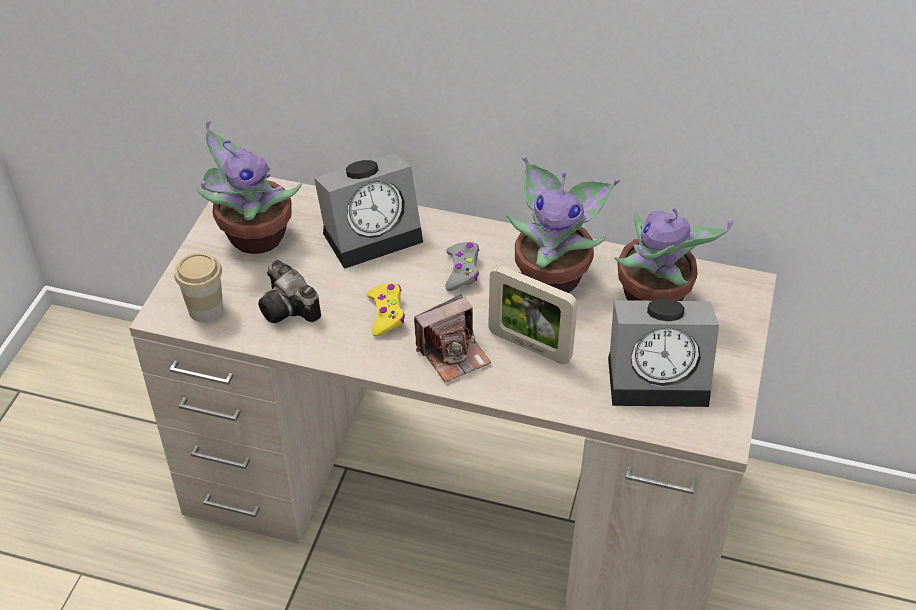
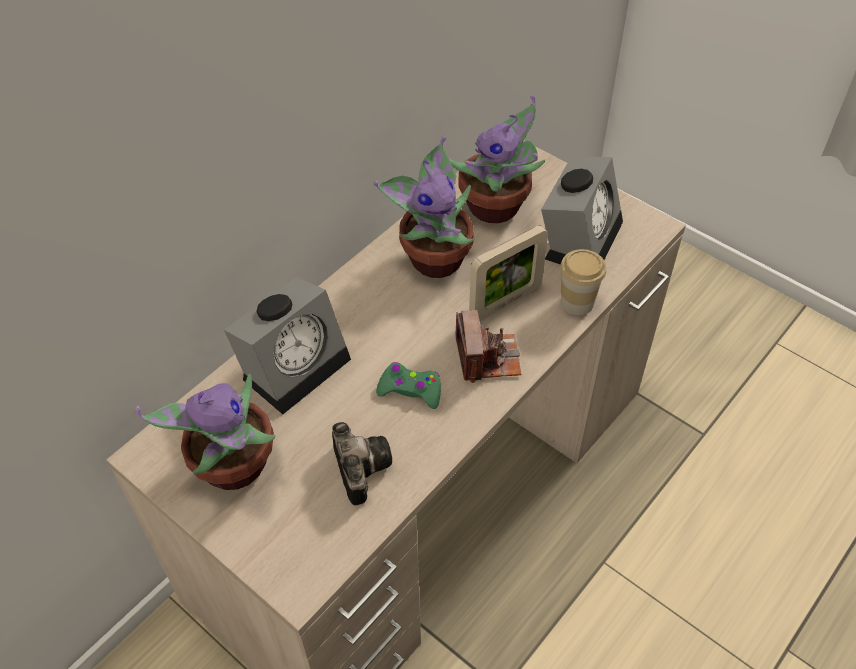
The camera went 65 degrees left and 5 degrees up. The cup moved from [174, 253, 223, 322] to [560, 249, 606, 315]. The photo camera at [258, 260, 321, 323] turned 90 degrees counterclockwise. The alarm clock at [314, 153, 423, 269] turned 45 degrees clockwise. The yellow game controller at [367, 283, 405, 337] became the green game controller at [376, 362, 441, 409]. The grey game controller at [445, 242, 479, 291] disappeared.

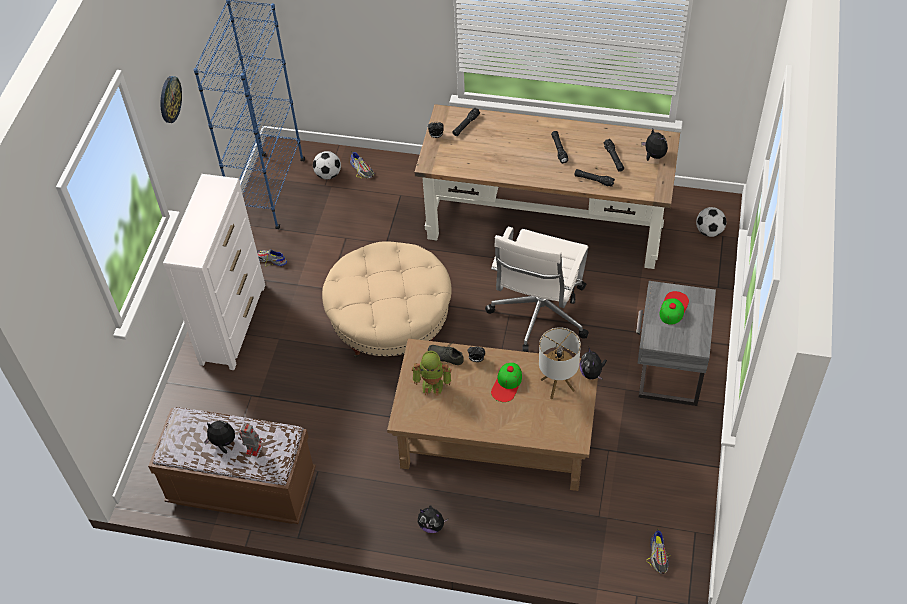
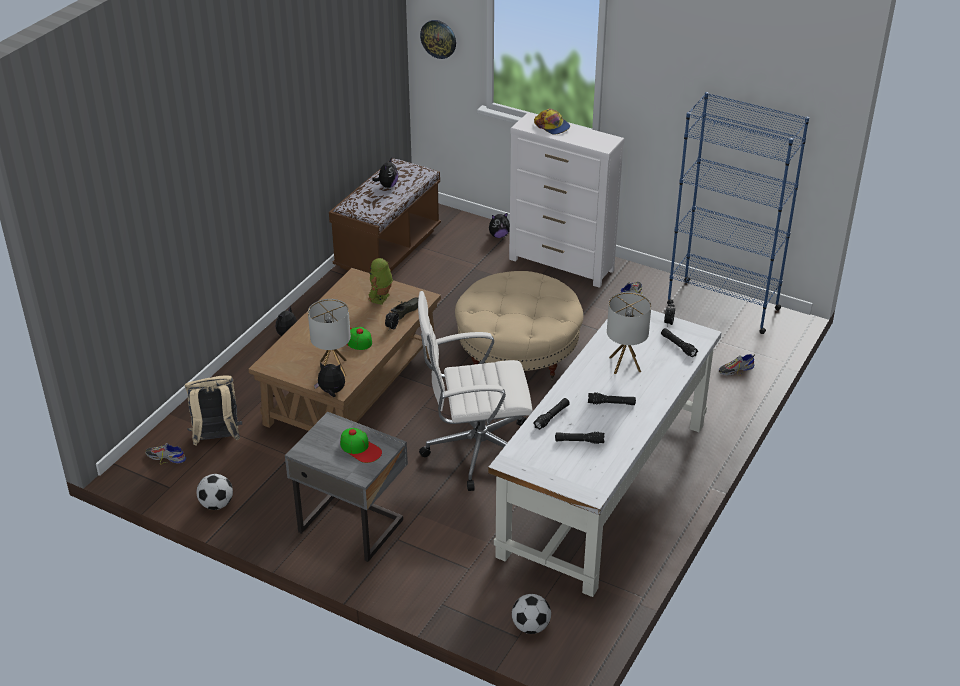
The camera went 105 degrees right and 15 degrees down. The wall clock moved from [161, 76, 182, 123] to [420, 20, 456, 59]. The toy robot at [238, 424, 262, 456] disappeared. The football moved from [313, 151, 341, 179] to [197, 474, 233, 510]. The brown desk at [415, 104, 680, 269] became the white desk at [488, 310, 722, 597]. The white office chair at [485, 227, 589, 352] turned 45 degrees counterclockwise. The plush toy moved from [641, 129, 668, 161] to [489, 212, 510, 238]. The beige backpack at [185, 375, 242, 446] appeared. The cap at [534, 109, 570, 135] appeared. The table lamp at [607, 292, 651, 374] appeared.

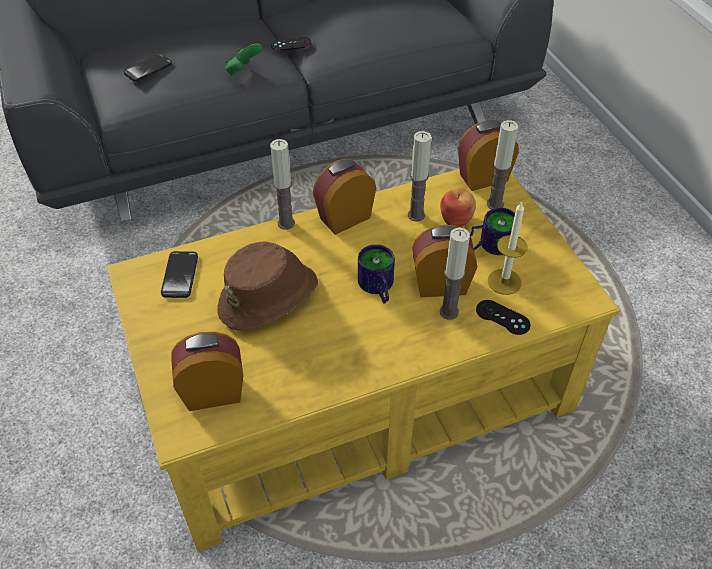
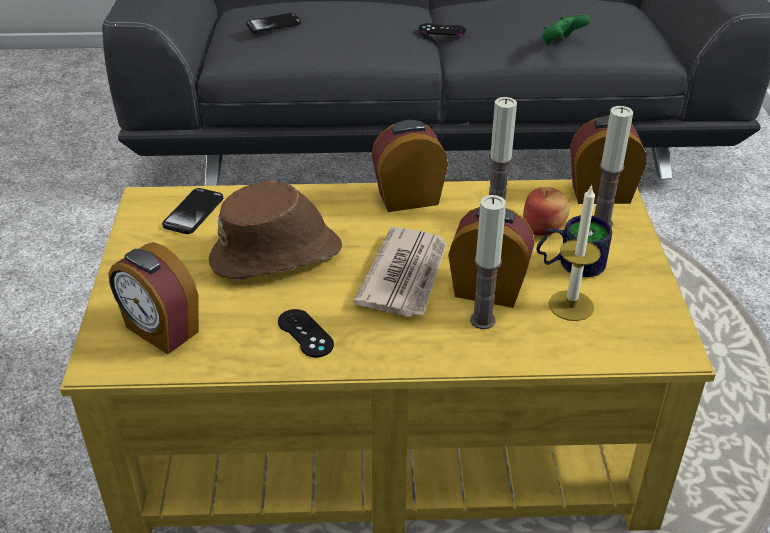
The camera went 20 degrees right and 10 degrees down. The alarm clock at [171, 332, 243, 411] turned 150 degrees counterclockwise. The green game controller moved from [225, 43, 263, 76] to [542, 14, 590, 45]. The candle at [270, 139, 295, 230] disappeared. The mug at [358, 244, 395, 304] was replaced by the newspaper at [353, 227, 447, 317]. The black game controller moved from [476, 300, 530, 335] to [278, 309, 334, 357].

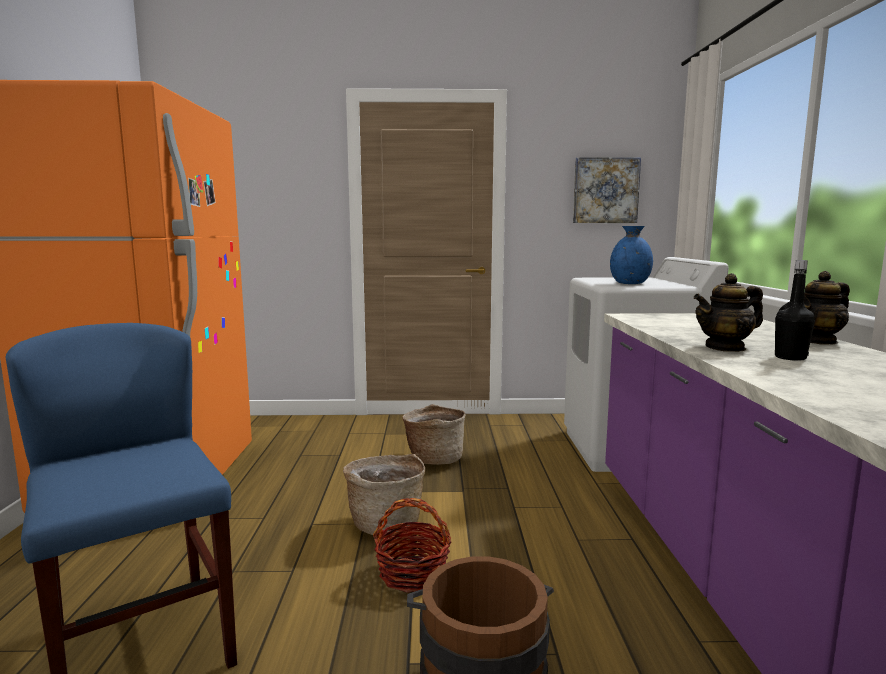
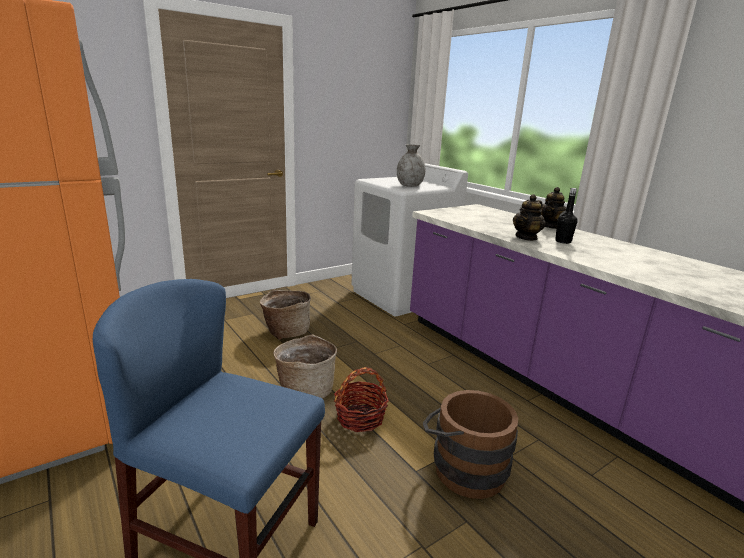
The camera went 35 degrees left and 10 degrees up. The picture at [573, 157, 641, 223] disappeared. The blue vase at [610, 226, 653, 284] became the grey vase at [397, 144, 425, 187].

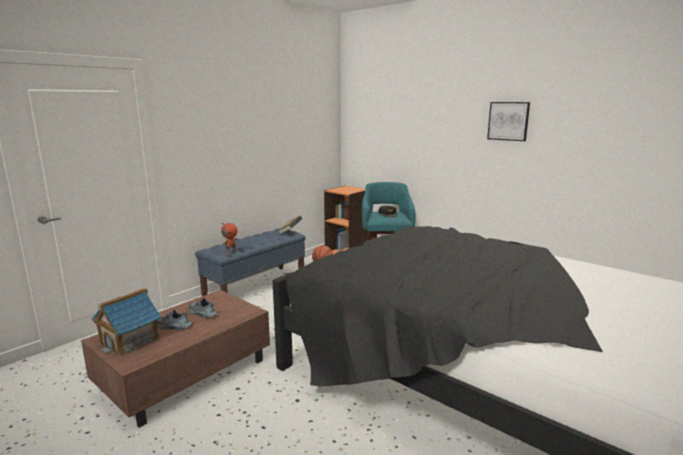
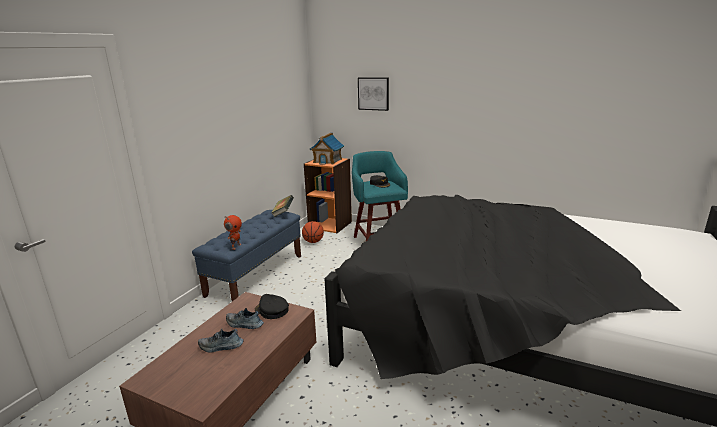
The camera went 15 degrees left and 5 degrees up. The toy house moved from [91, 288, 161, 357] to [310, 133, 344, 165]. The picture moved from [487, 102, 530, 141] to [358, 77, 389, 111]. The black cap at [255, 294, 289, 319] appeared.

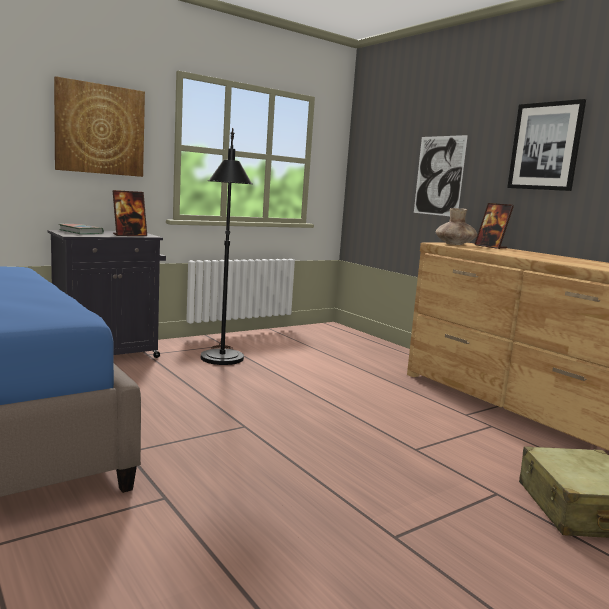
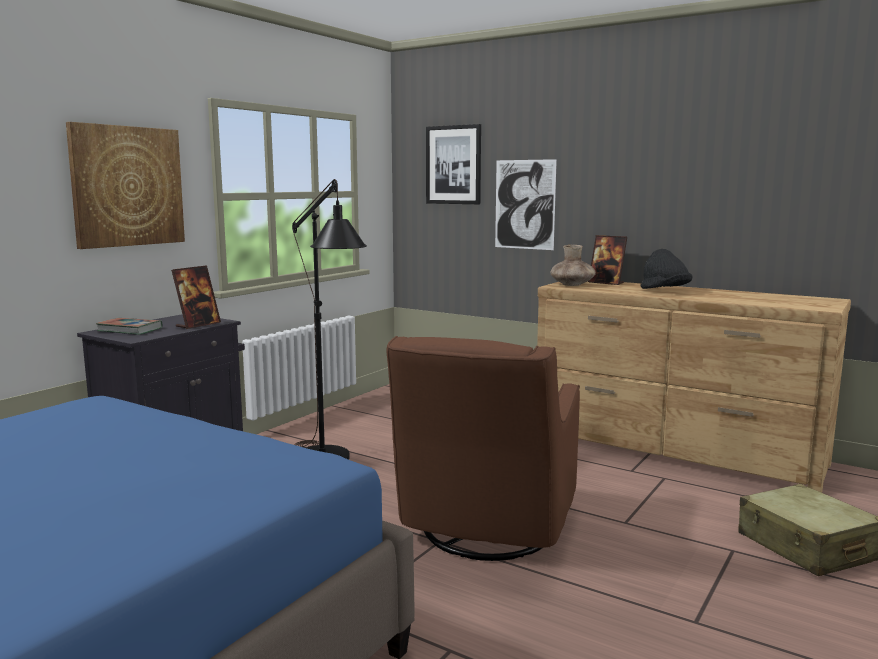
The camera went 20 degrees left and 0 degrees up. The picture moved from [507, 99, 586, 191] to [426, 124, 481, 204]. The brown armchair at [386, 336, 580, 561] appeared. The black hat at [641, 249, 692, 289] appeared.

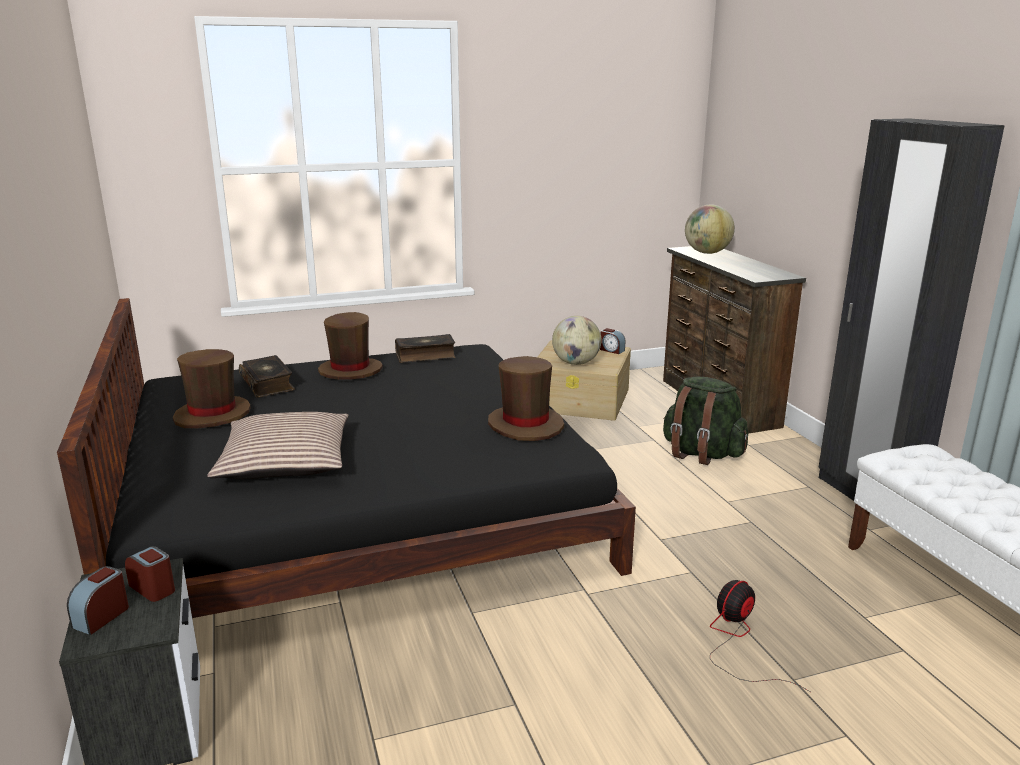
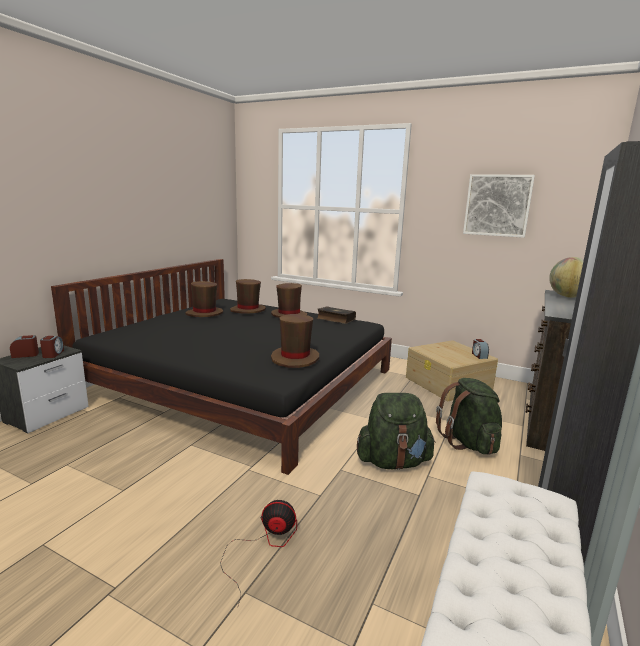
The camera went 45 degrees right and 5 degrees down. The pillow at [207, 412, 349, 479] disappeared. The book at [239, 355, 295, 398] was replaced by the brown hat at [230, 279, 266, 314]. The globe at [552, 316, 601, 365] disappeared. The green backpack at [357, 393, 436, 470] appeared. The picture at [463, 174, 535, 238] appeared.

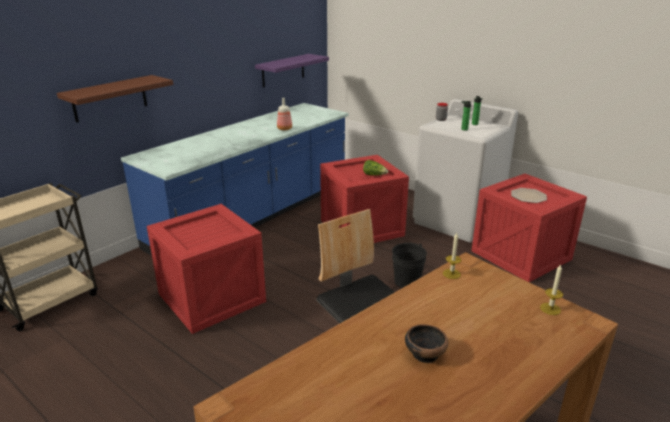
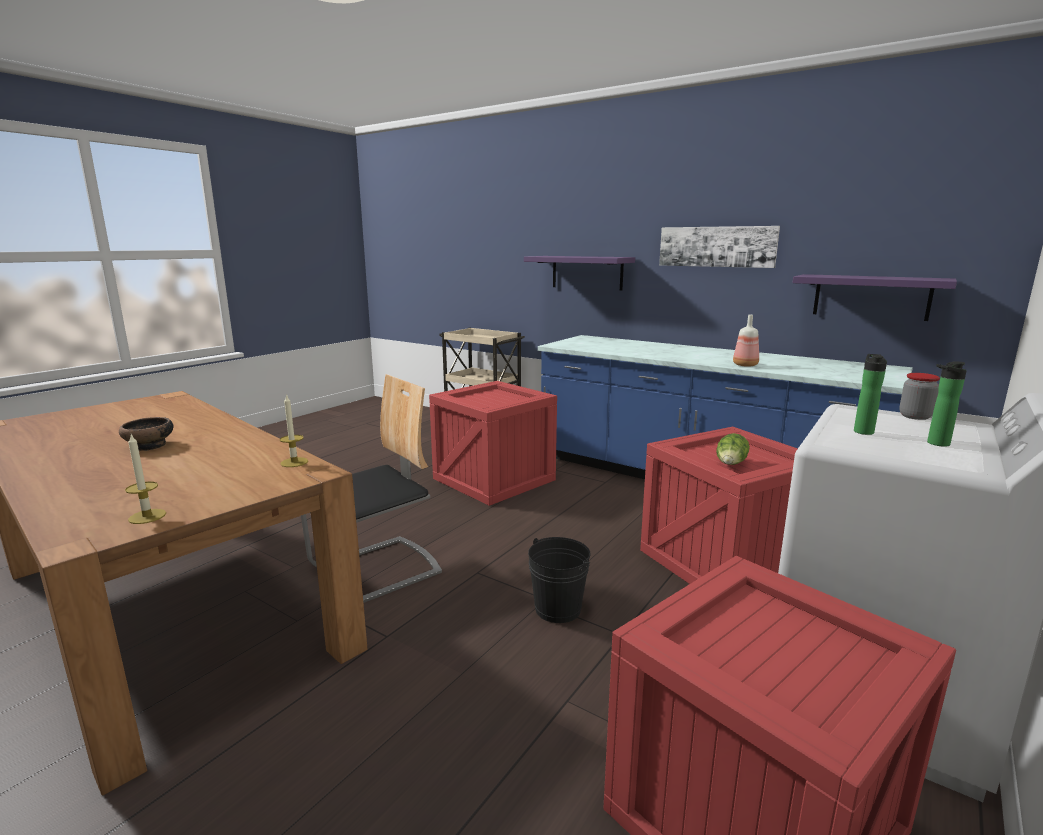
The camera went 85 degrees right and 10 degrees down. The brown shelf at [57, 75, 173, 123] became the purple shelf at [524, 256, 635, 291]. The plate at [511, 188, 547, 203] disappeared. The picture at [659, 226, 780, 268] appeared.

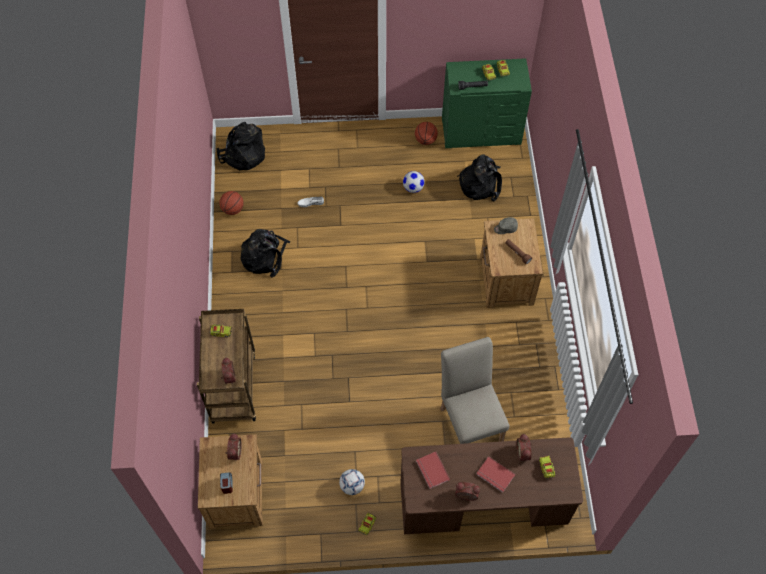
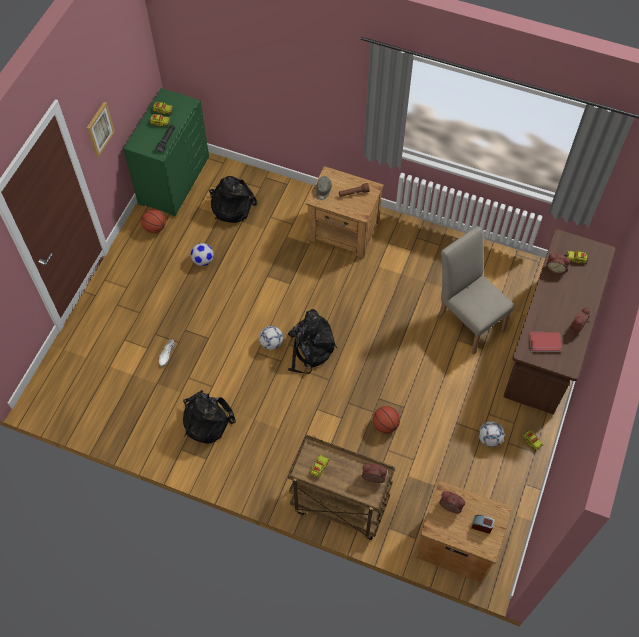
The camera went 65 degrees left and 0 degrees up. The black backpack moved from [217, 122, 265, 170] to [288, 309, 338, 374]. The basketball moved from [219, 191, 244, 215] to [373, 406, 400, 433]. The beige chair at [440, 337, 510, 444] turned 45 degrees clockwise. The red book at [476, 456, 515, 493] disappeared. The picture at [87, 102, 115, 157] appeared. The football at [259, 326, 283, 350] appeared.

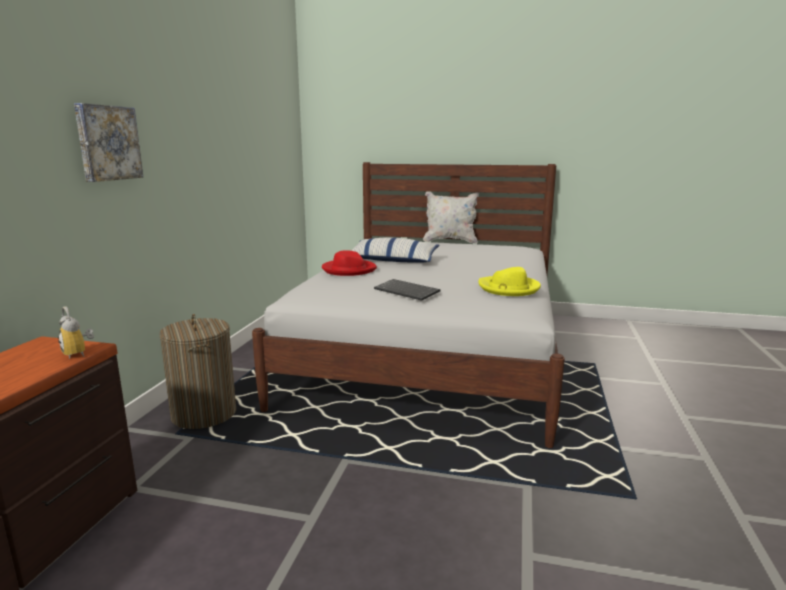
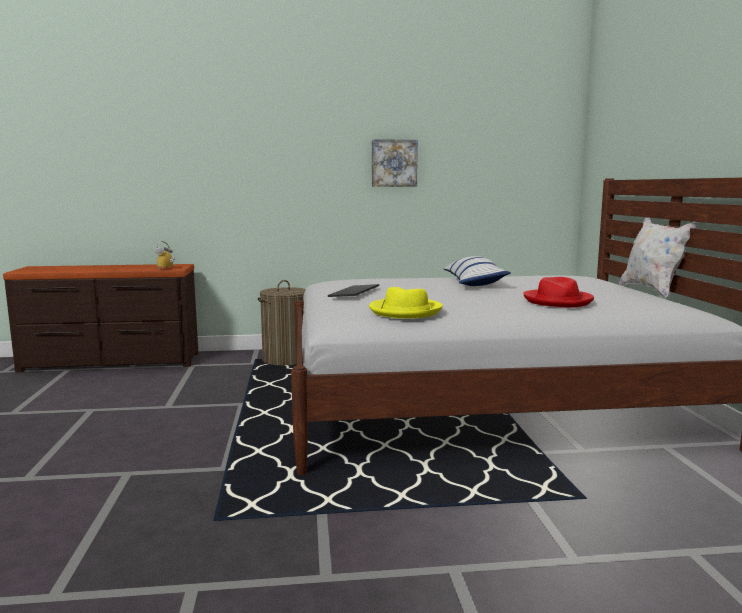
The camera went 70 degrees right and 5 degrees down. The picture moved from [74, 103, 143, 182] to [372, 139, 418, 187]. The red hat moved from [322, 250, 377, 276] to [523, 277, 594, 308].

